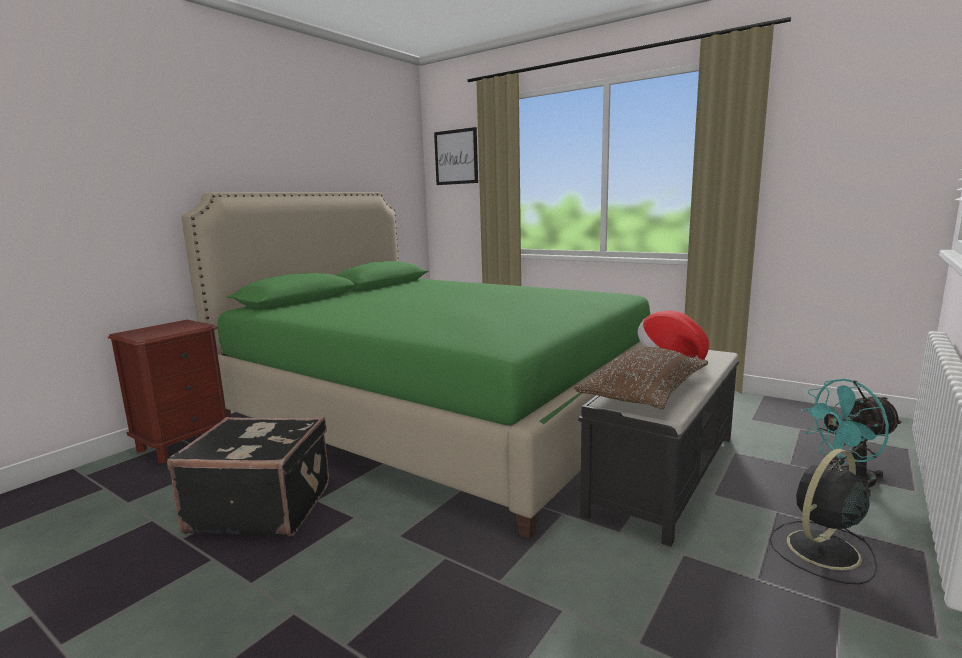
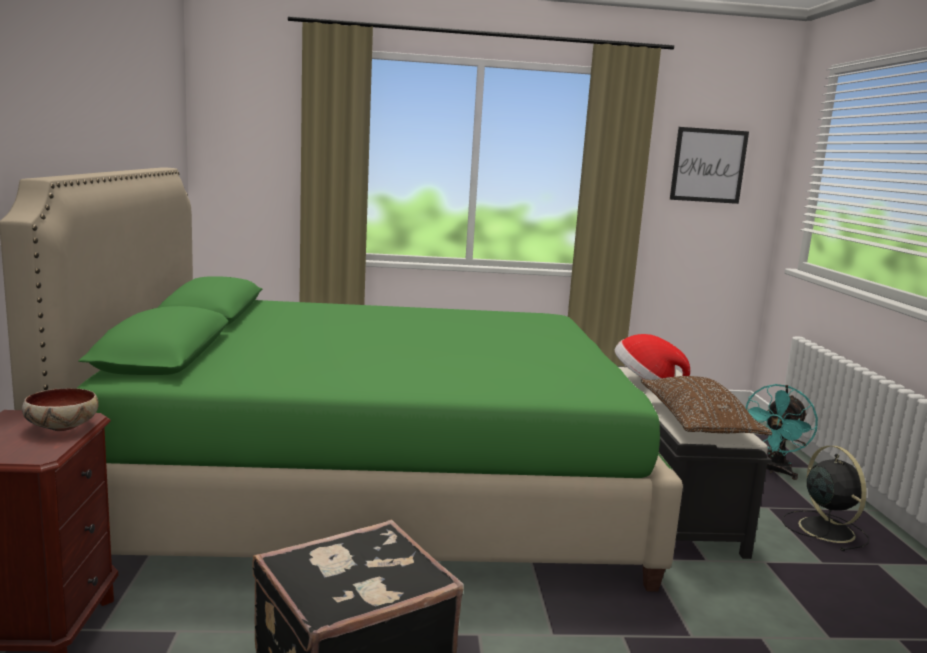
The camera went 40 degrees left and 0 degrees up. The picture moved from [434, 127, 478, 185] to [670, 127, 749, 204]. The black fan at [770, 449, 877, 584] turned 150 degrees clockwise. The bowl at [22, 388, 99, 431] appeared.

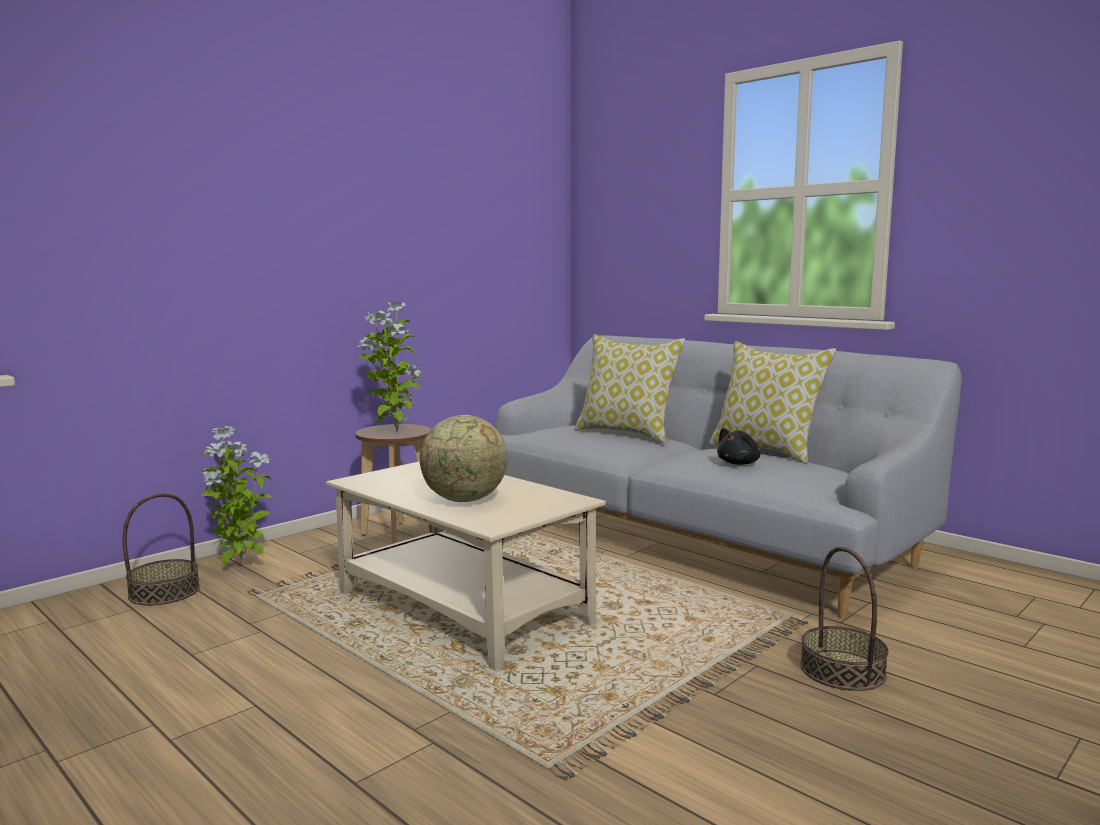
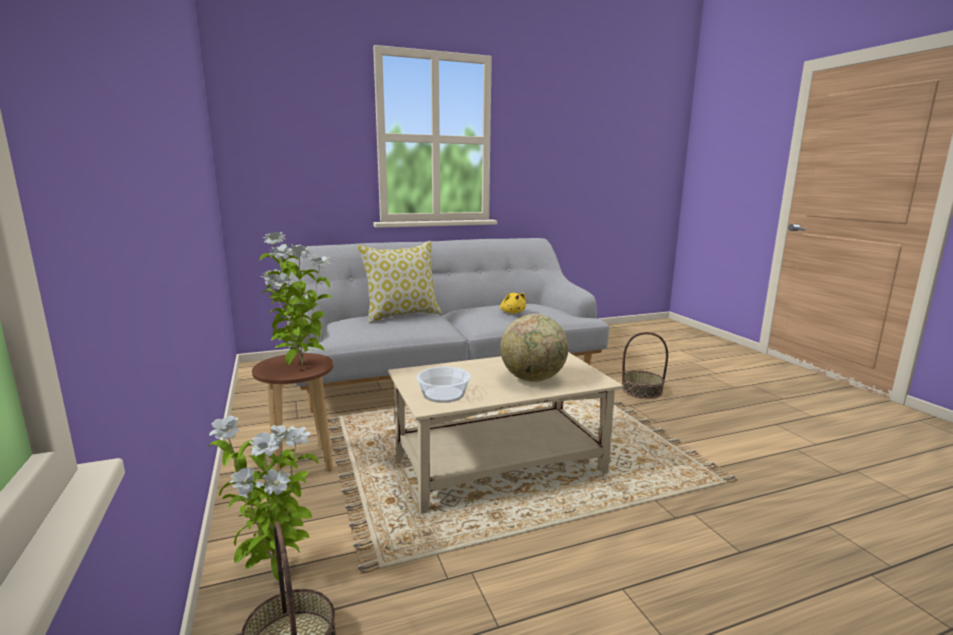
The camera went 65 degrees left and 5 degrees up. The pillow at [709, 341, 836, 464] disappeared. The black plush toy at [717, 428, 761, 465] became the yellow plush toy at [500, 292, 526, 313]. The bowl at [417, 366, 471, 403] appeared.

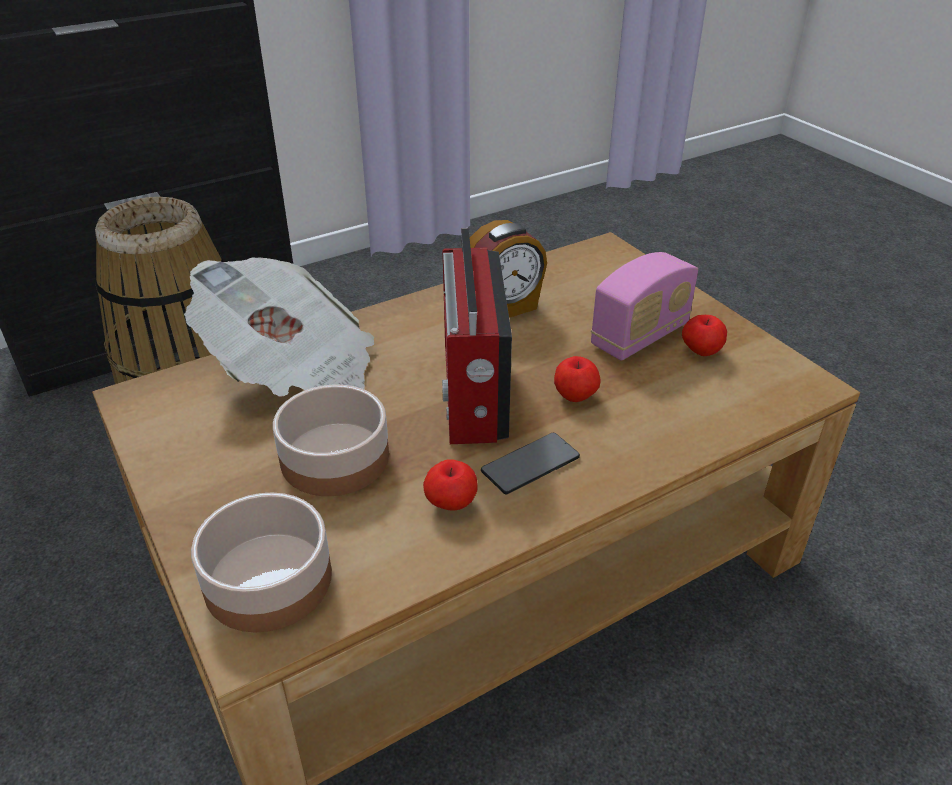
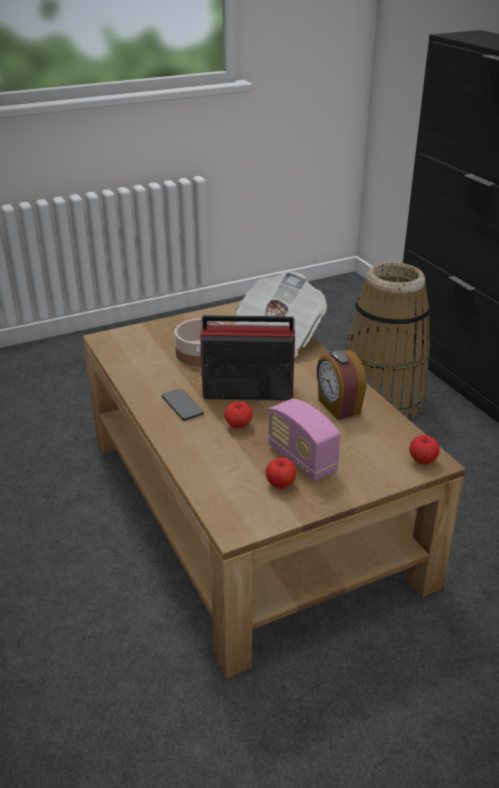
The camera went 95 degrees right and 5 degrees down. The bowl at [191, 493, 332, 632] disappeared. The apple moved from [423, 459, 477, 511] to [410, 435, 440, 465].

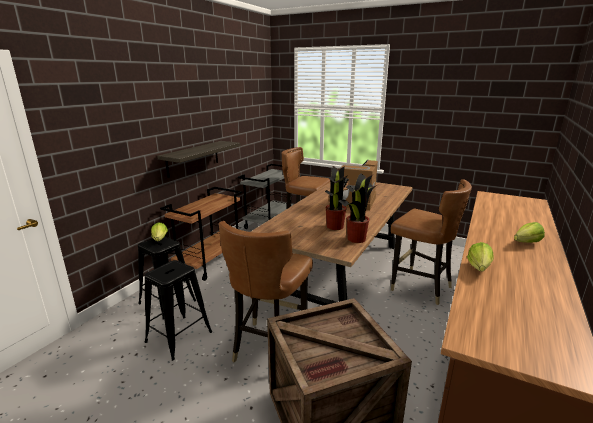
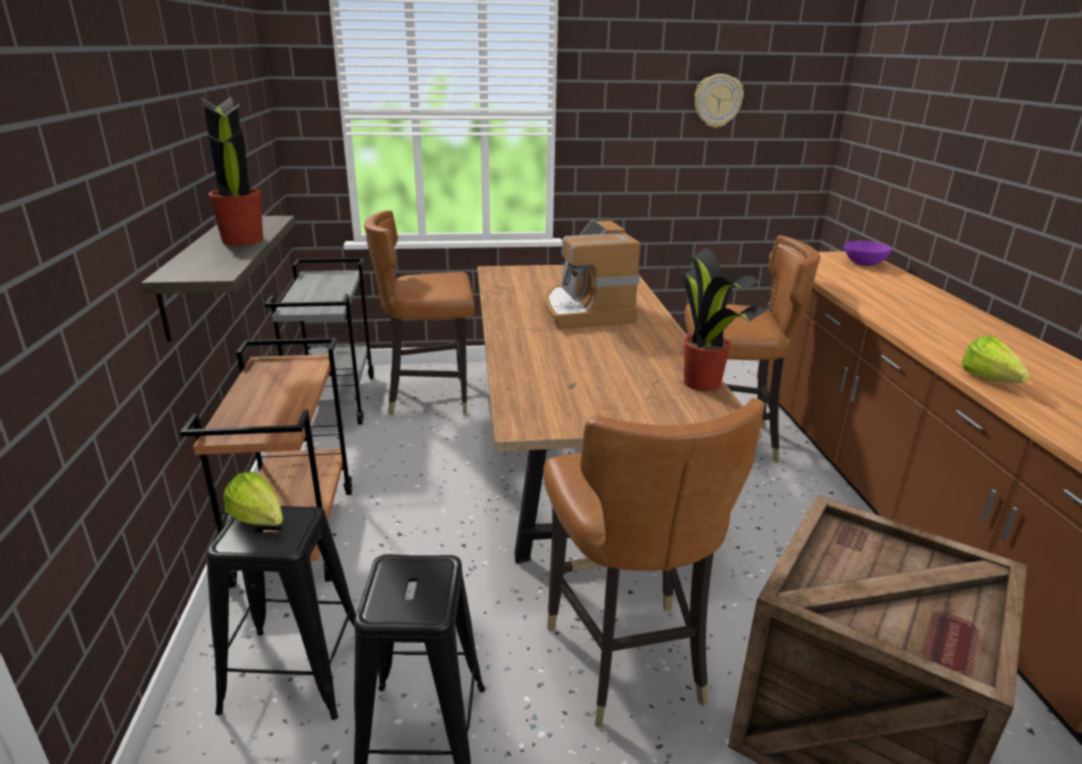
The camera went 35 degrees left and 5 degrees up. The potted plant moved from [325, 166, 348, 230] to [201, 97, 263, 245]. The lettuce at [514, 222, 545, 243] disappeared. The wall clock at [694, 74, 744, 128] appeared. The purple bowl at [844, 241, 892, 266] appeared.

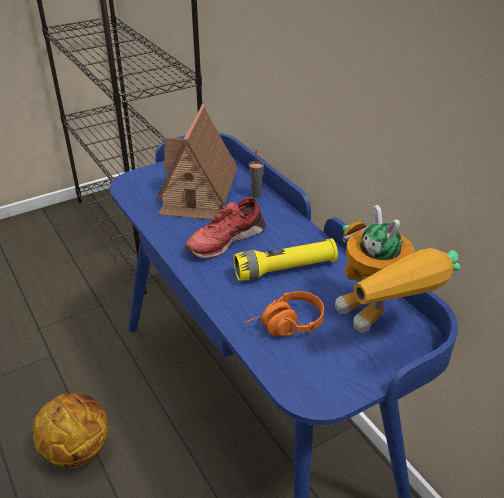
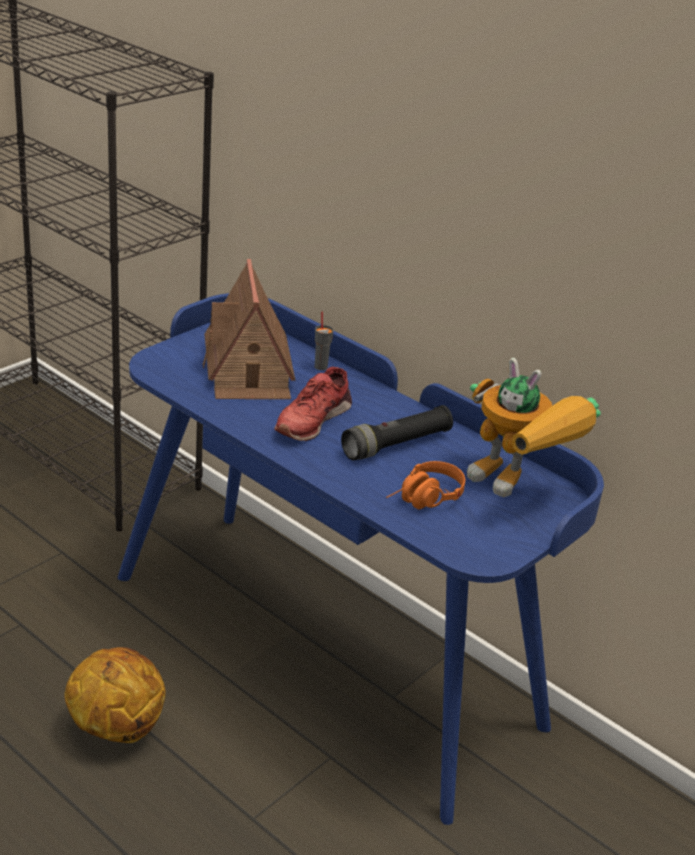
The camera went 20 degrees left and 5 degrees down. The yellow flashlight at [233, 238, 338, 281] became the black flashlight at [341, 405, 453, 460].

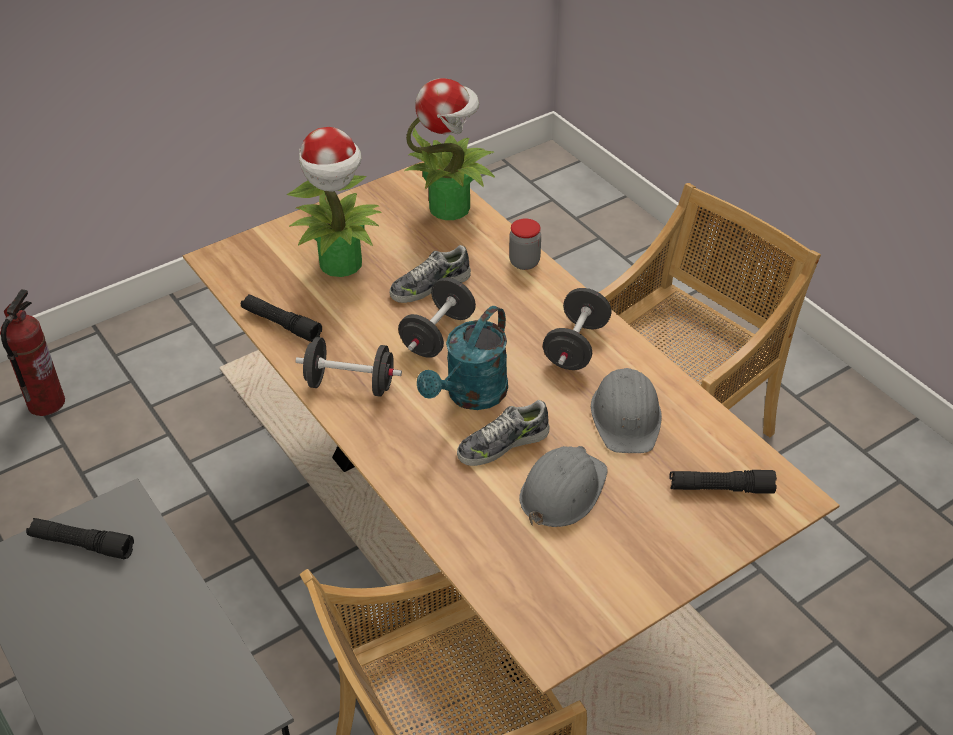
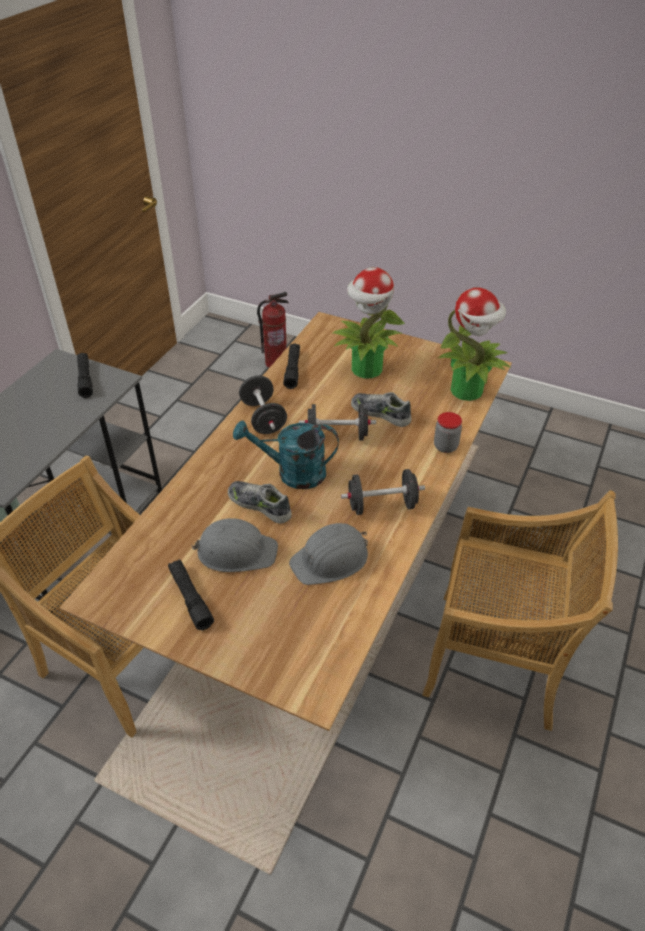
The camera went 60 degrees right and 0 degrees up. The black flashlight moved from [669, 470, 777, 494] to [168, 559, 214, 630].

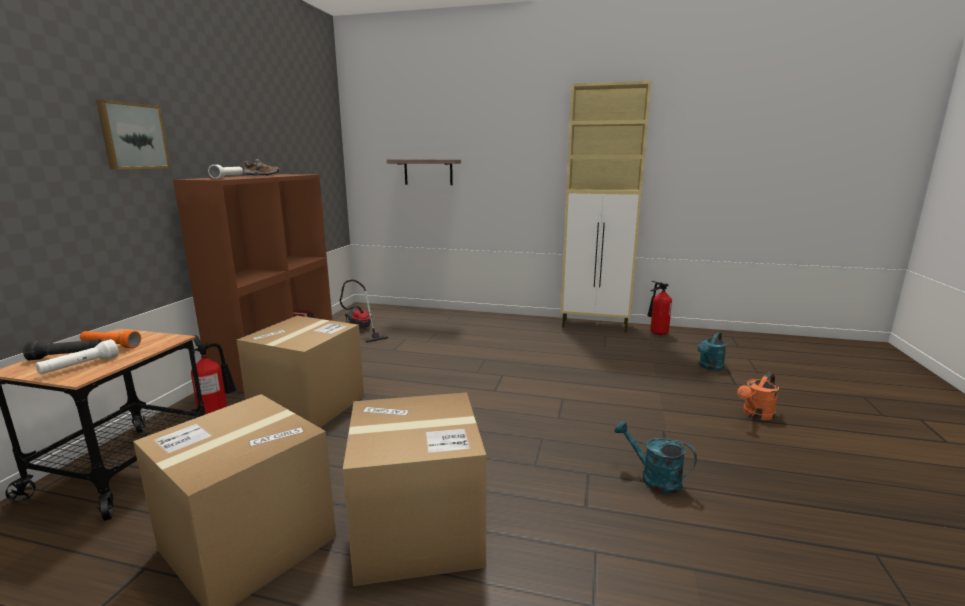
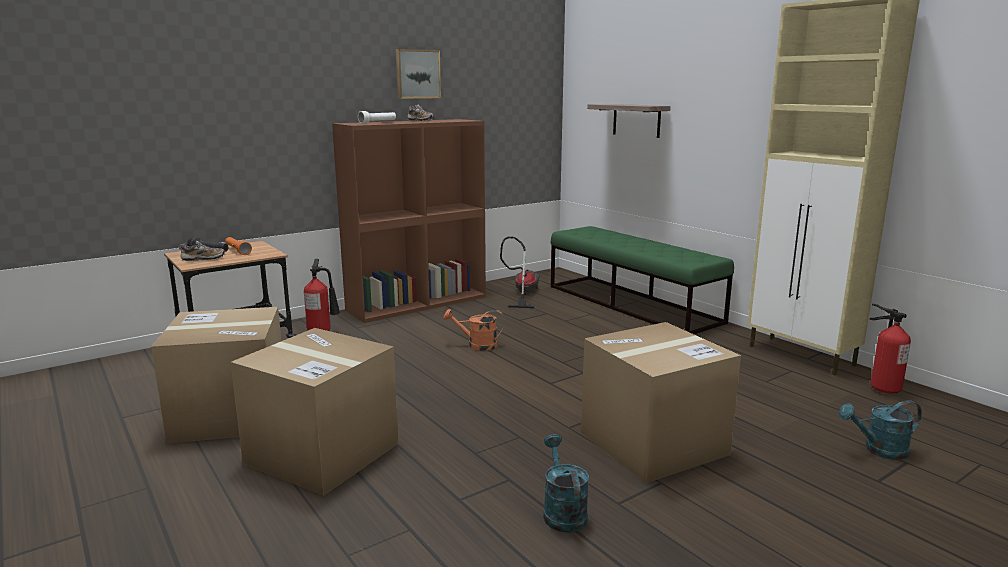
The camera went 40 degrees right and 0 degrees up. The white flashlight at [35, 339, 119, 374] was replaced by the shoe at [179, 241, 225, 261]. The picture moved from [96, 100, 170, 170] to [396, 49, 441, 99]. The cardboard box moved from [237, 316, 364, 428] to [581, 322, 741, 483]. The orange watering can moved from [737, 373, 779, 420] to [443, 309, 505, 351]. The green bench at [551, 226, 734, 334] appeared.

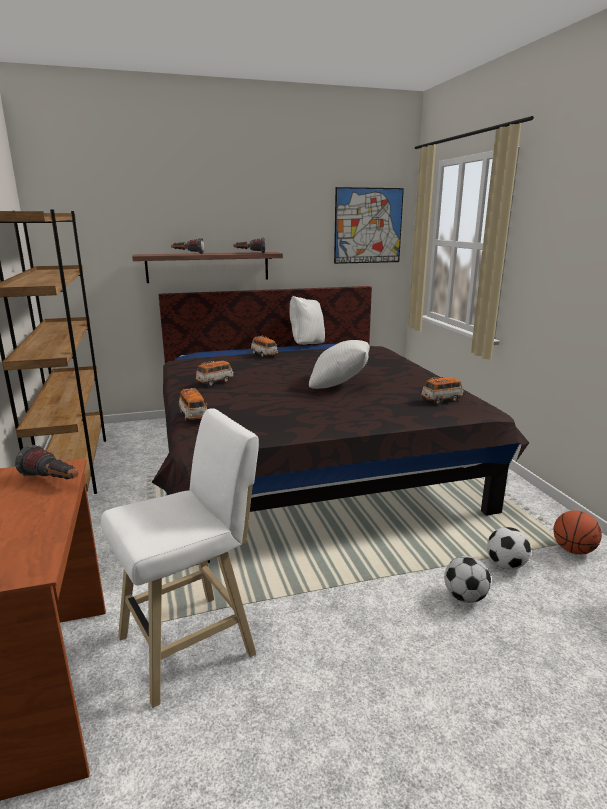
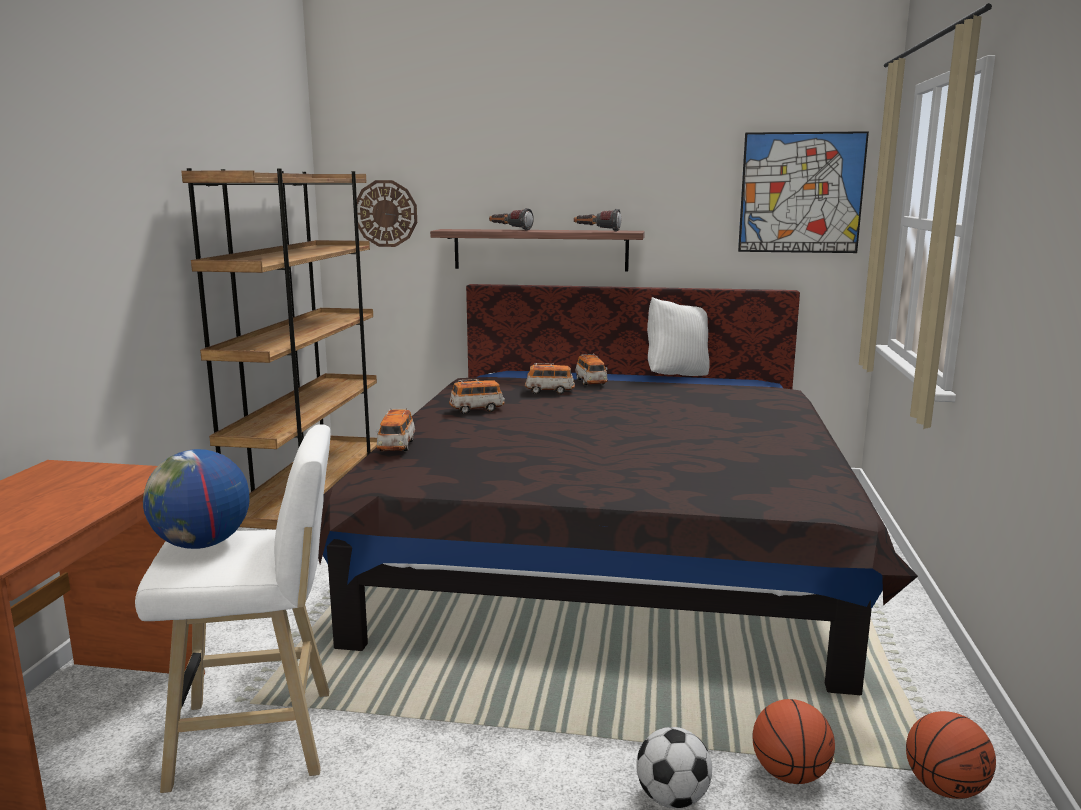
The camera went 25 degrees right and 5 degrees down. The flashlight at [15, 445, 78, 479] disappeared. The white pillow at [309, 340, 370, 389] disappeared. The toy car moved from [421, 377, 464, 405] to [525, 363, 575, 394]. The football at [487, 527, 531, 570] was replaced by the basketball at [752, 699, 835, 784]. The globe at [143, 449, 250, 549] appeared. The wall clock at [357, 180, 417, 247] appeared.

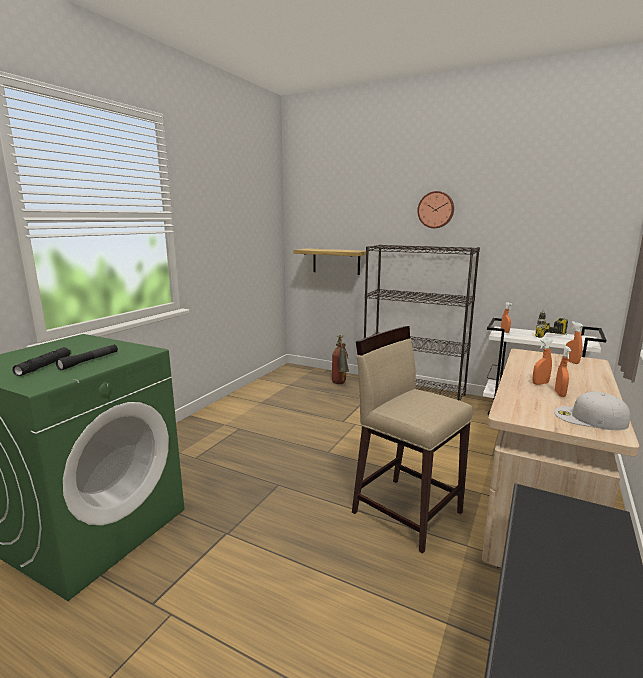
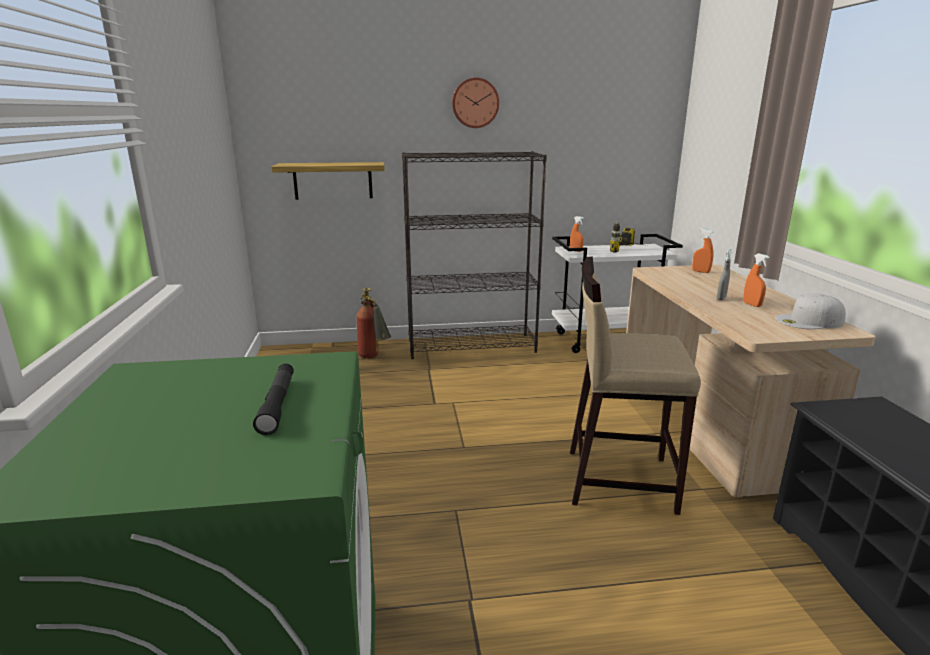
The camera went 35 degrees left and 5 degrees up. The black flashlight at [13, 347, 71, 376] disappeared. The orange spray bottle at [532, 339, 552, 385] became the grey spray bottle at [717, 249, 732, 300].

